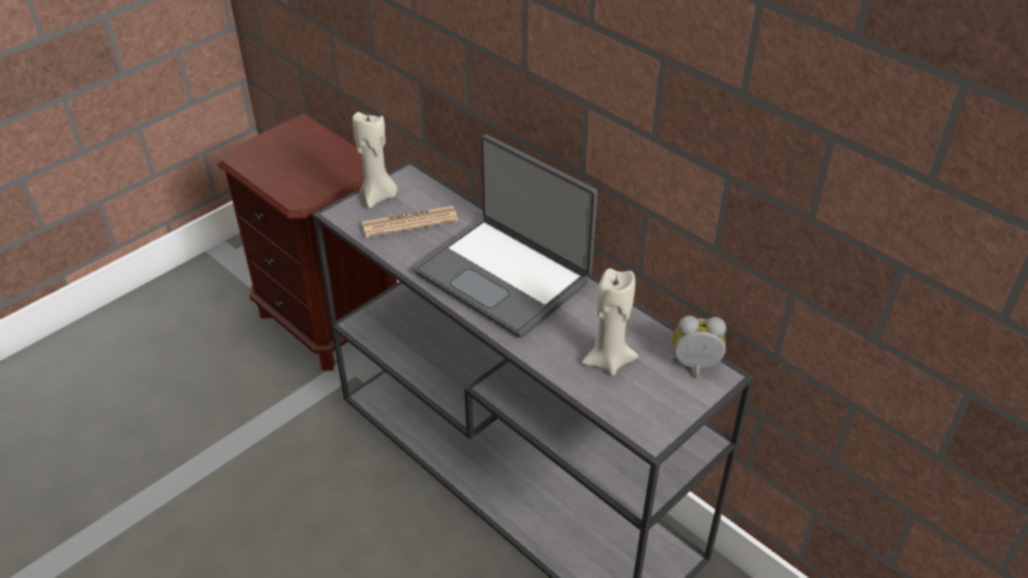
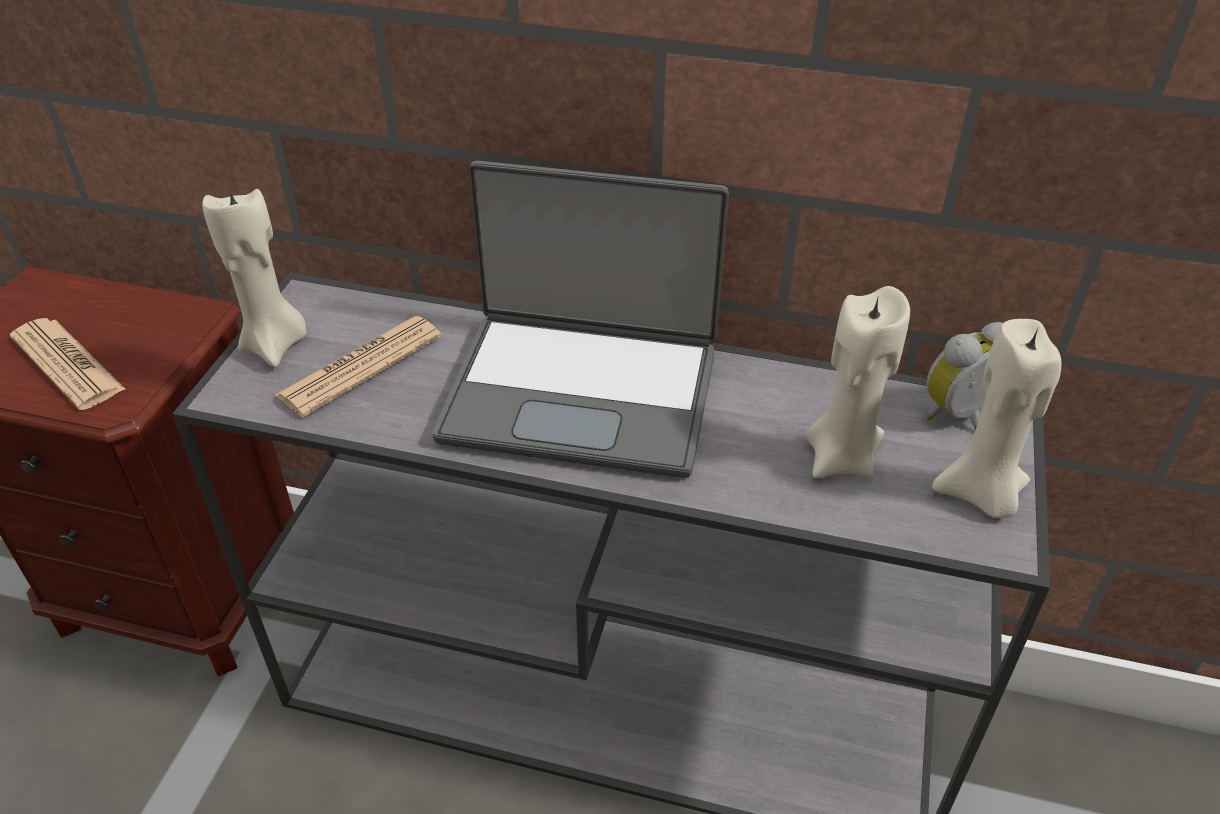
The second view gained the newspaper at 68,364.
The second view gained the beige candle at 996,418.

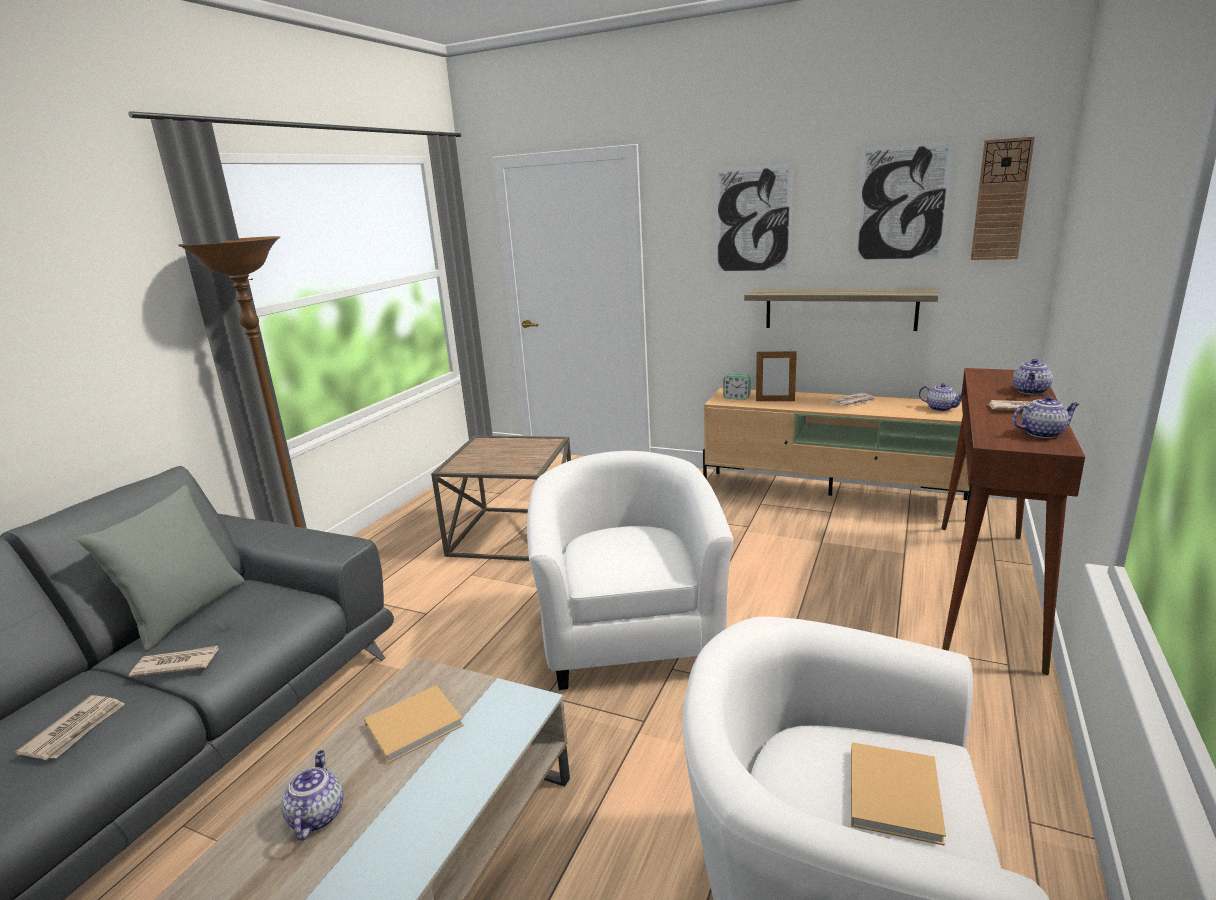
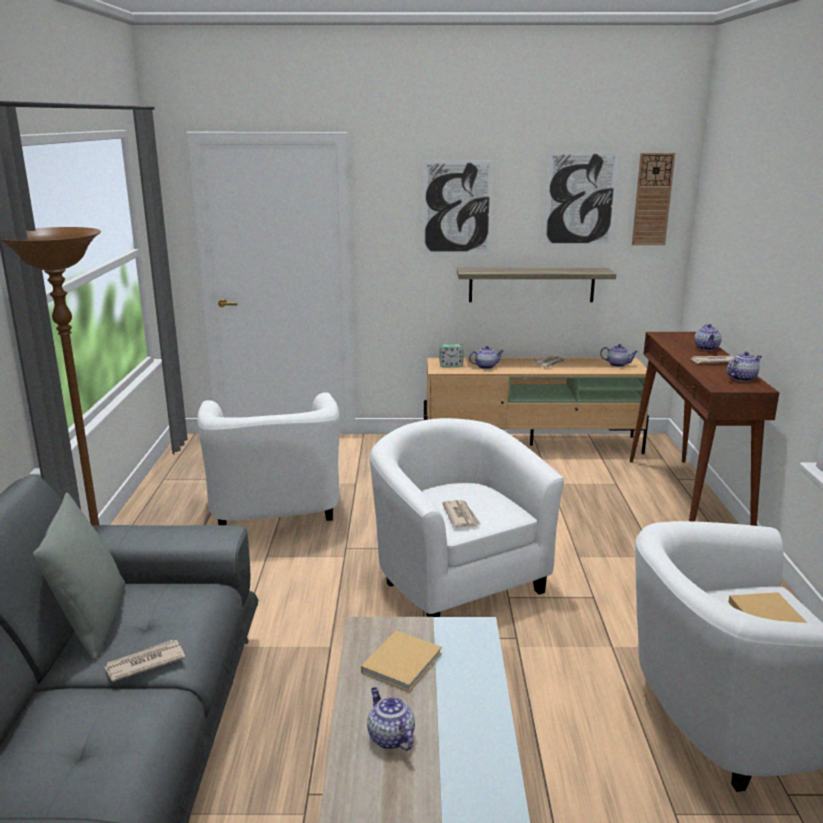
The newspaper ended up elsewhere, having gone from 70,727 to 461,514.
Where the brown side table stood at 501,498, the white armchair came to stand at 268,458.
Where the picture frame stood at 776,375, the teapot came to stand at 486,357.

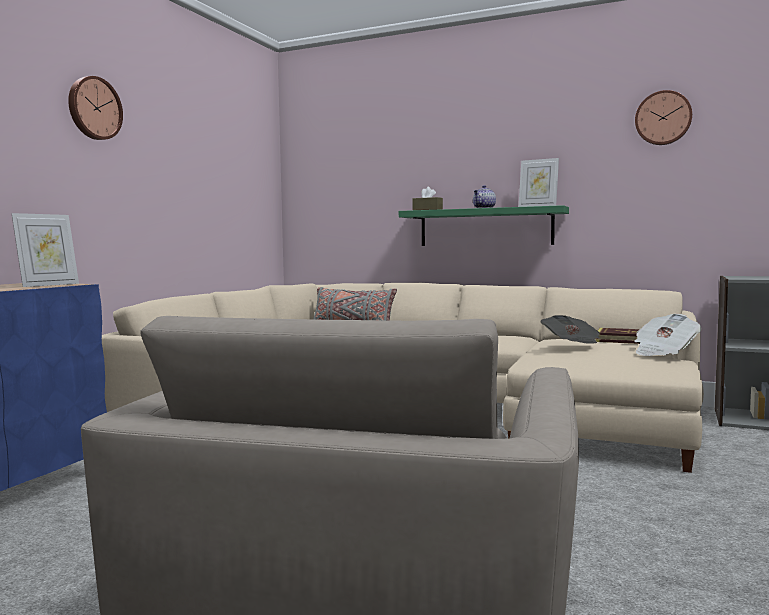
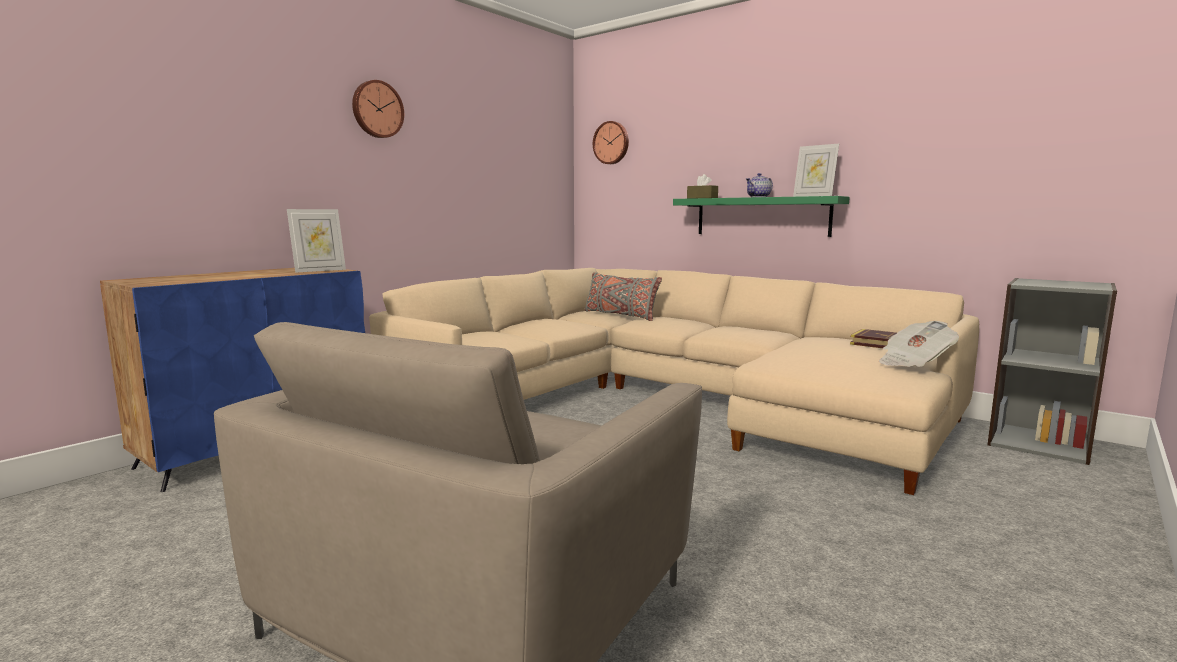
The second view lost the newspaper at 570,329.
The wall clock ended up elsewhere, having gone from 663,117 to 611,142.

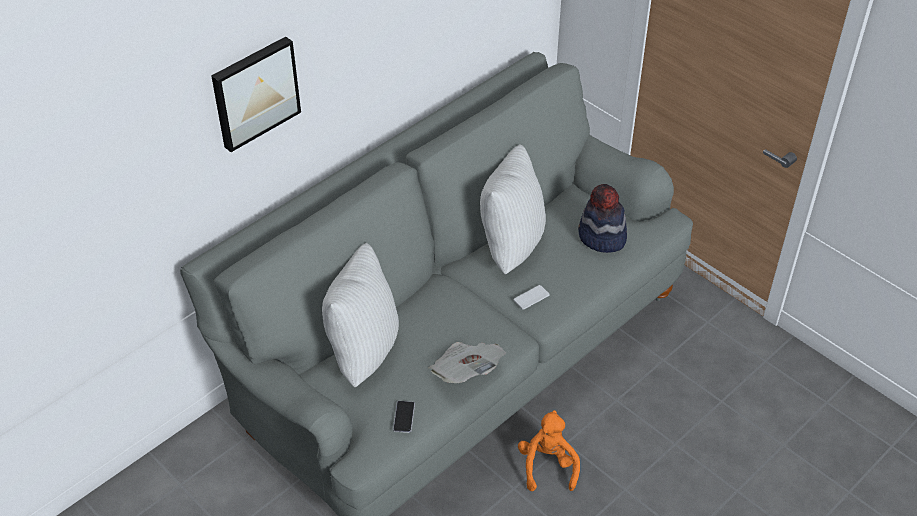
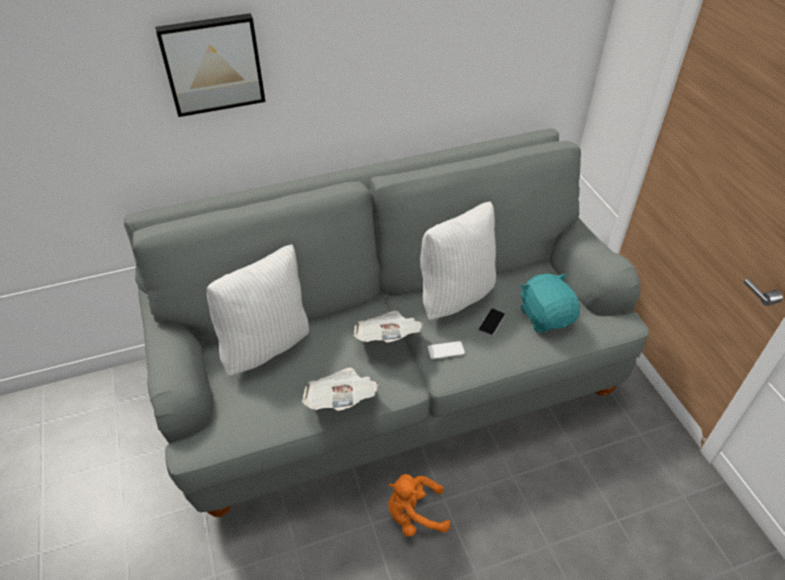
The phone ended up elsewhere, having gone from 404,417 to 491,322.
The orange plush toy at 549,450 ended up facing another way, 120 degrees counterclockwise from before.
Where the hat stood at 602,218, the turquoise plush toy came to stand at 550,303.
The second view gained the newspaper at 388,327.

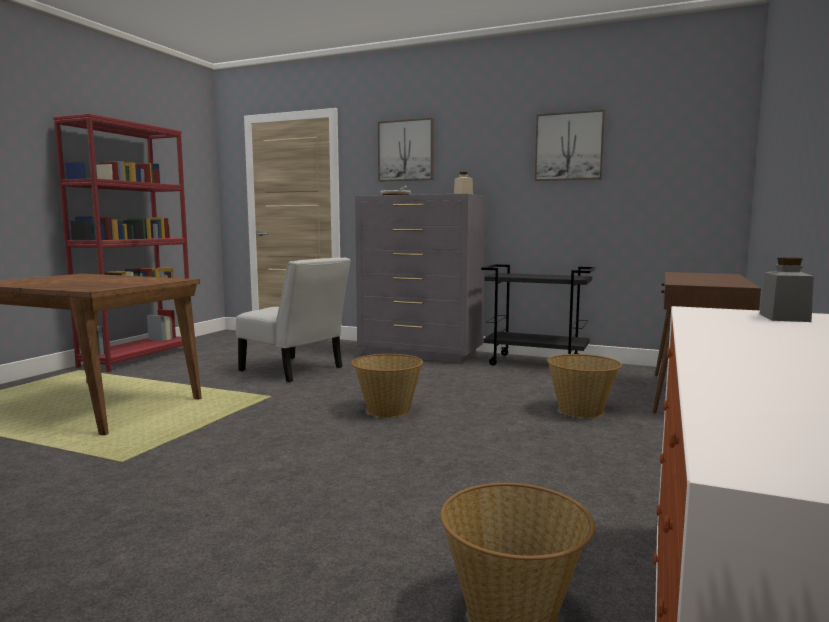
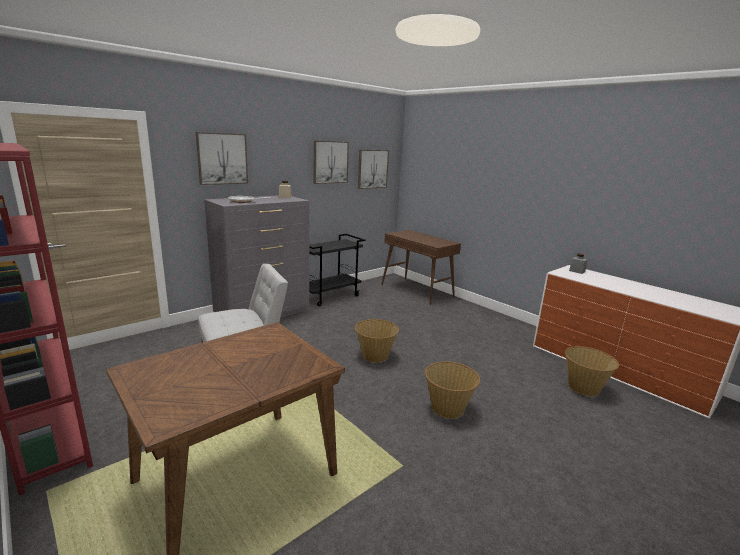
The basket ended up elsewhere, having gone from 584,386 to 452,390.
The second view gained the picture at 373,169.

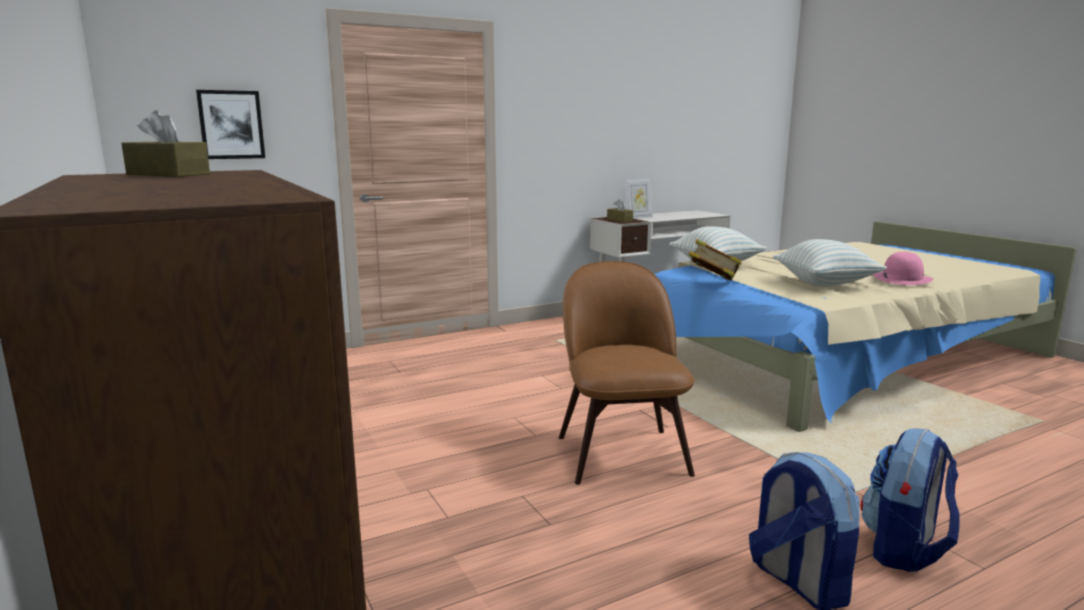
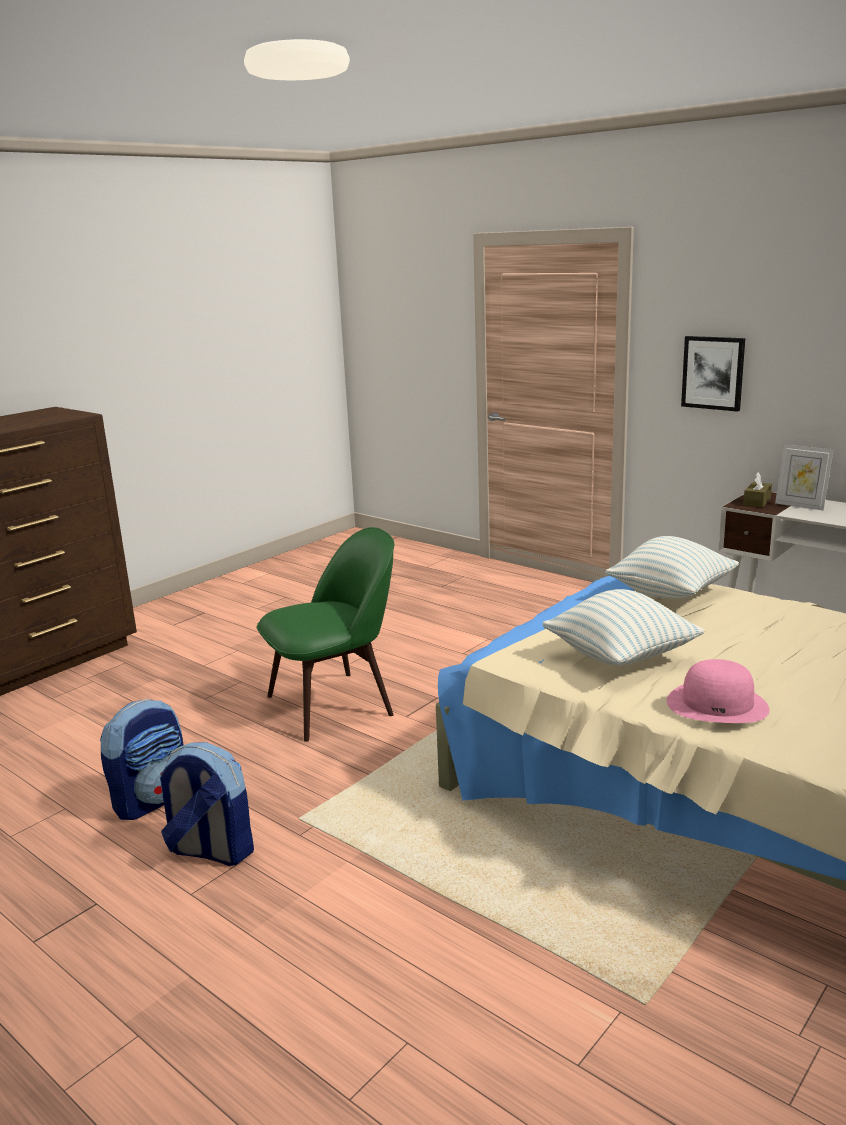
The second view lost the brown tissue box at 165,143.
The picture ended up elsewhere, having gone from 230,124 to 713,374.
What was the brown chair at 627,373 turned into the green chair at 325,634.
The second view lost the book at 715,260.

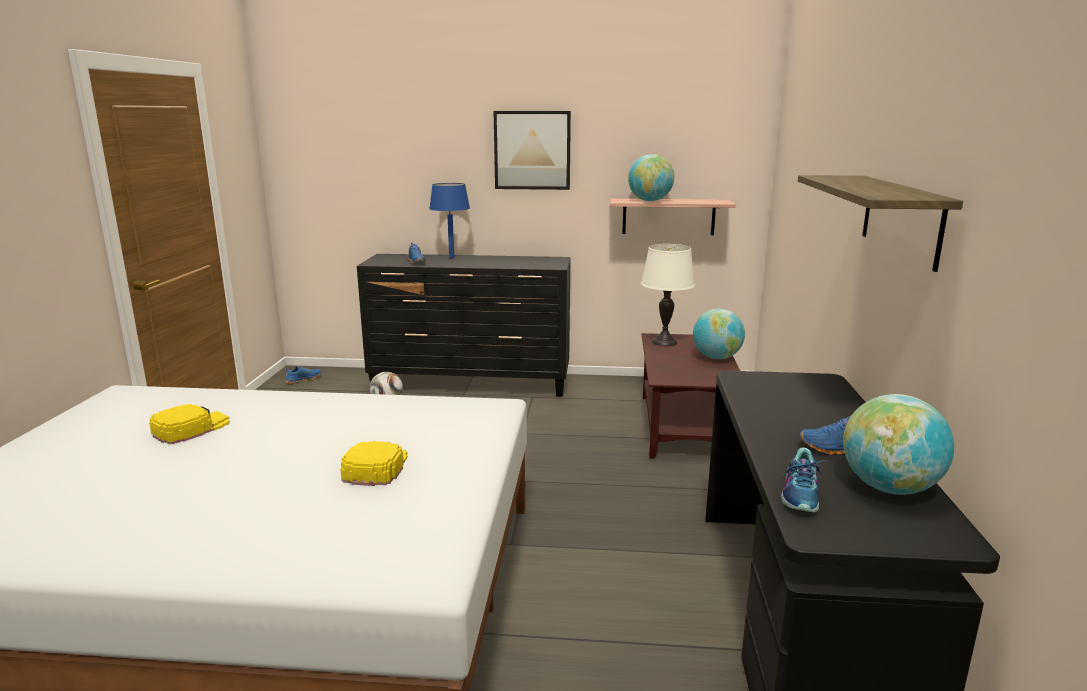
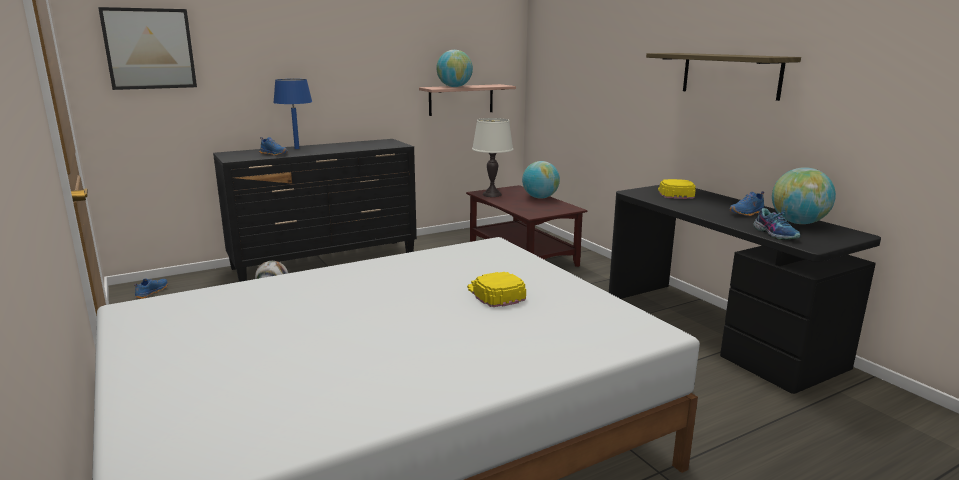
The yellow cap ended up elsewhere, having gone from 189,424 to 677,189.
The picture ended up elsewhere, having gone from 532,150 to 147,48.

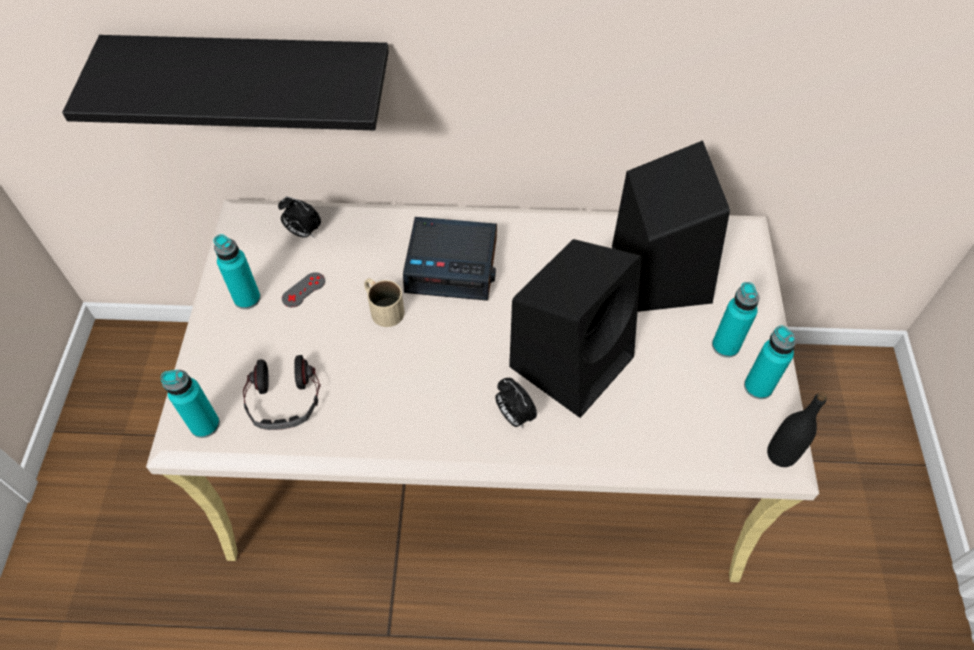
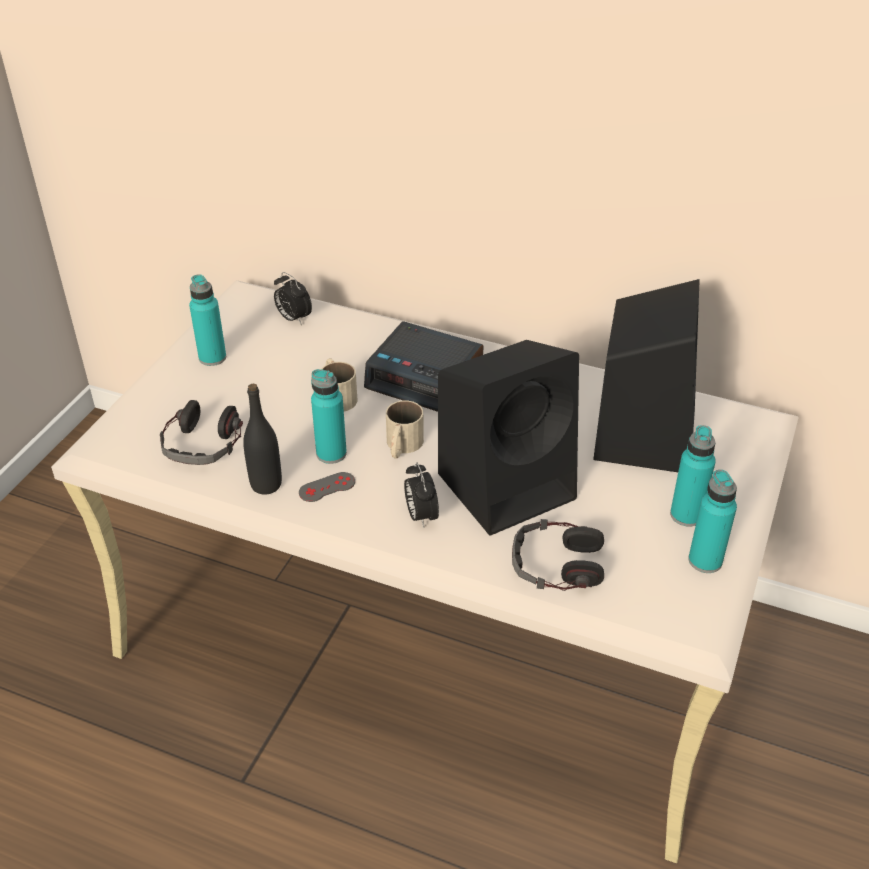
The second view lost the black shelf at 225,82.
The turquoise bottle ended up elsewhere, having gone from 190,404 to 329,416.
The grey game controller ended up elsewhere, having gone from 303,289 to 327,487.
The black bottle ended up elsewhere, having gone from 797,429 to 262,439.
The second view gained the beige mug at 405,429.
The second view gained the headphones at 558,555.

